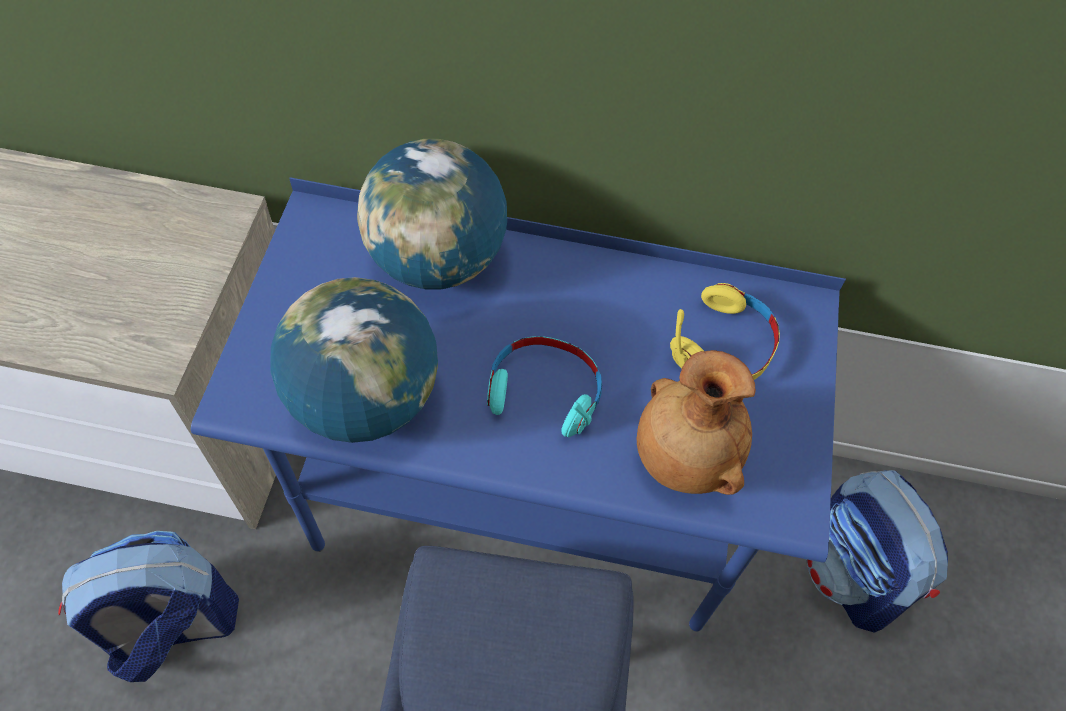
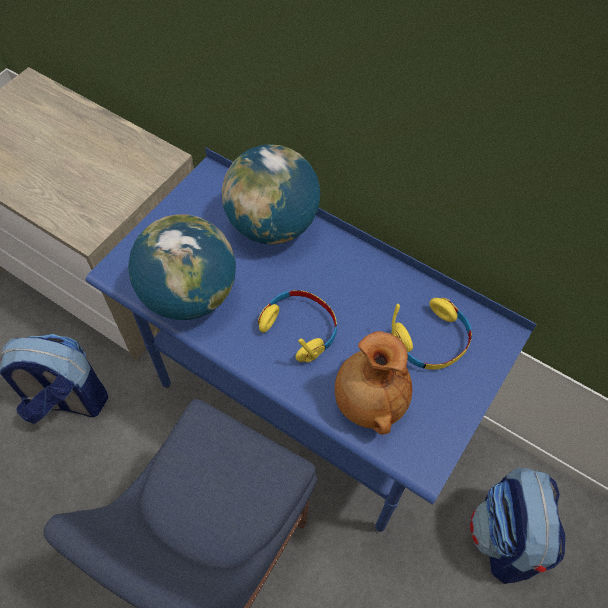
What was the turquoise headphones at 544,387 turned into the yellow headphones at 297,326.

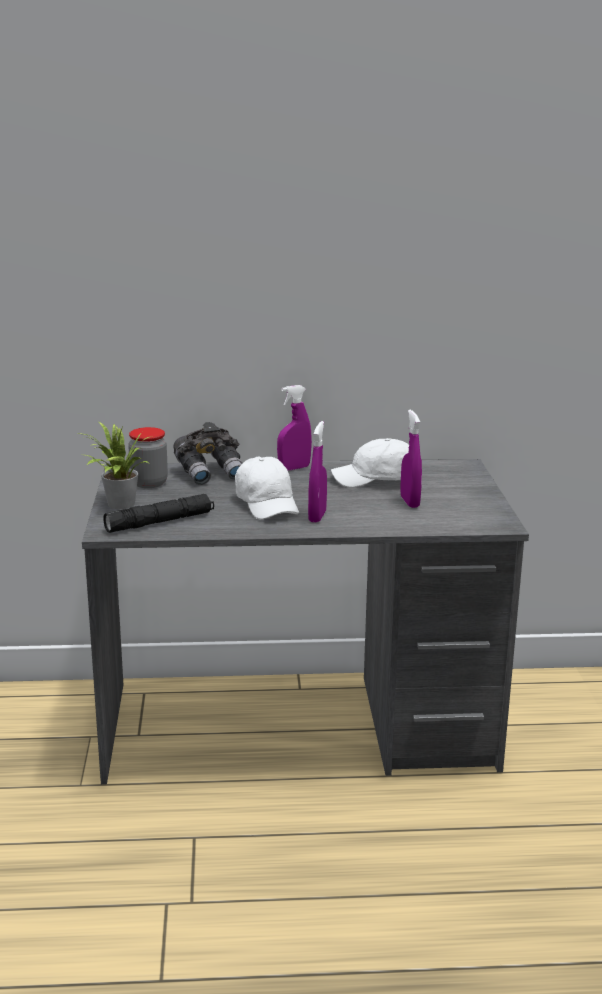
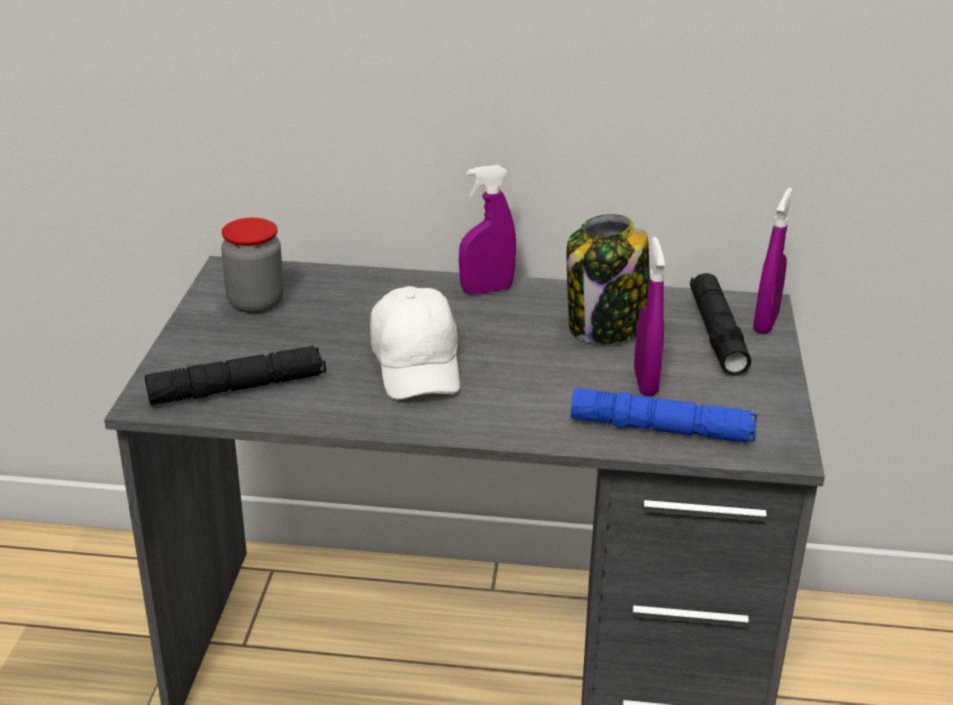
The second view lost the potted plant at 116,465.
The second view lost the grey binoculars at 208,453.
The purple spray bottle ended up elsewhere, having gone from 317,471 to 773,261.
Where the white cap stood at 370,463, the jar came to stand at 608,279.
The second view gained the blue flashlight at 664,415.
The second view gained the black flashlight at 720,324.

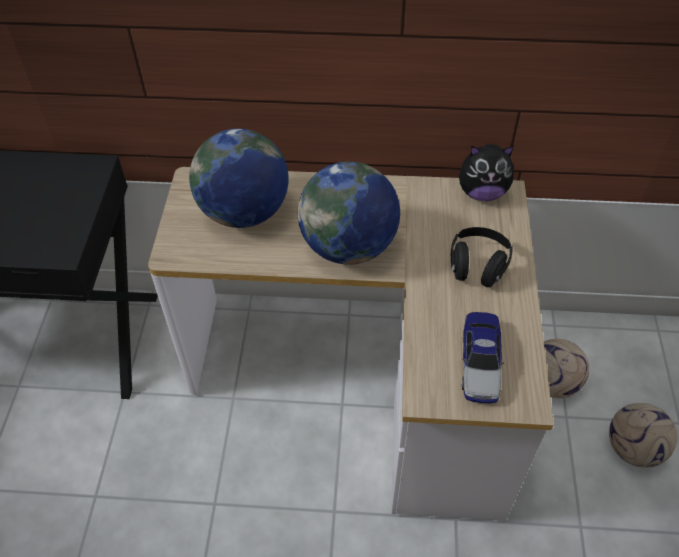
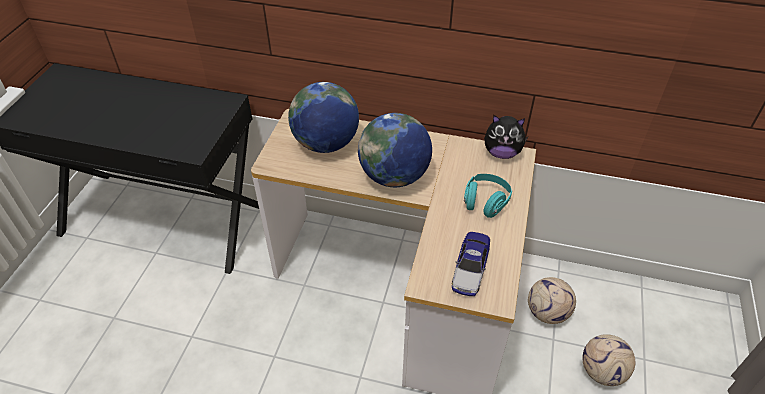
What was the black headphones at 482,257 turned into the turquoise headphones at 488,196.

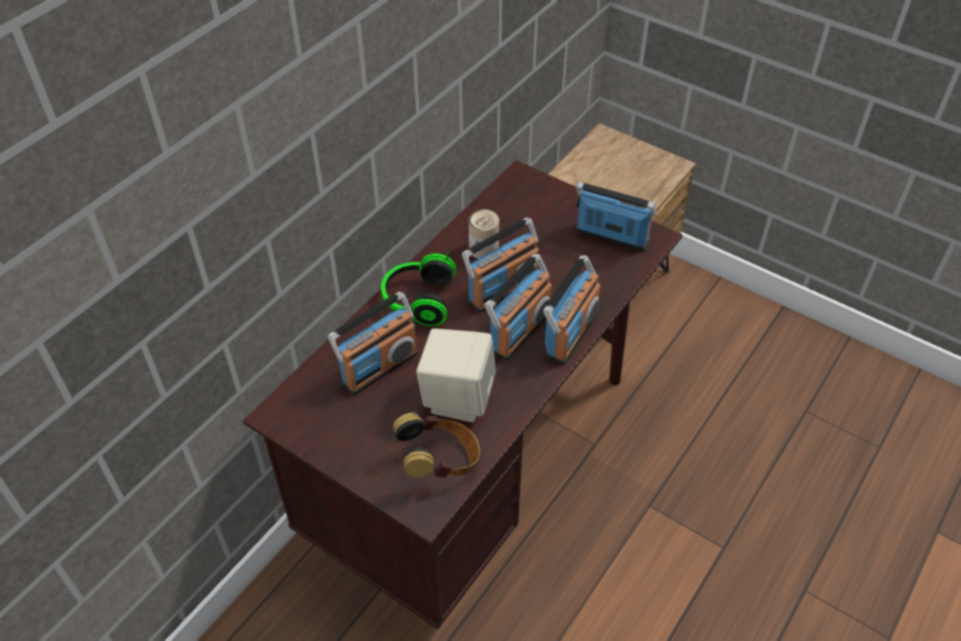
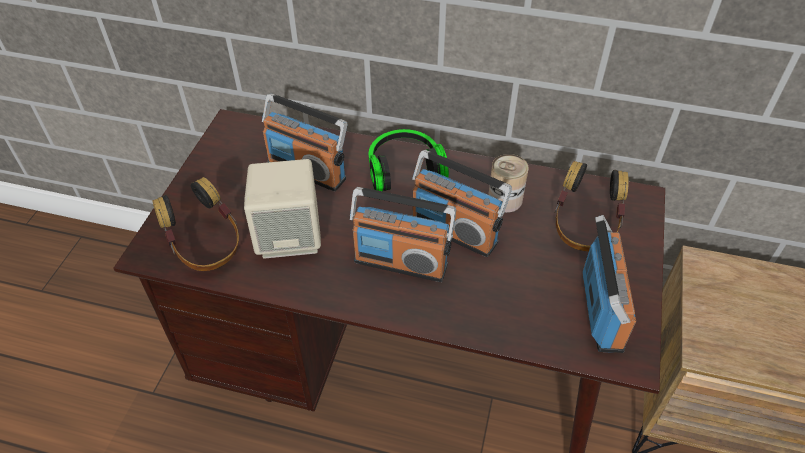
The second view lost the radio at 572,310.
The second view gained the headphones at 592,206.

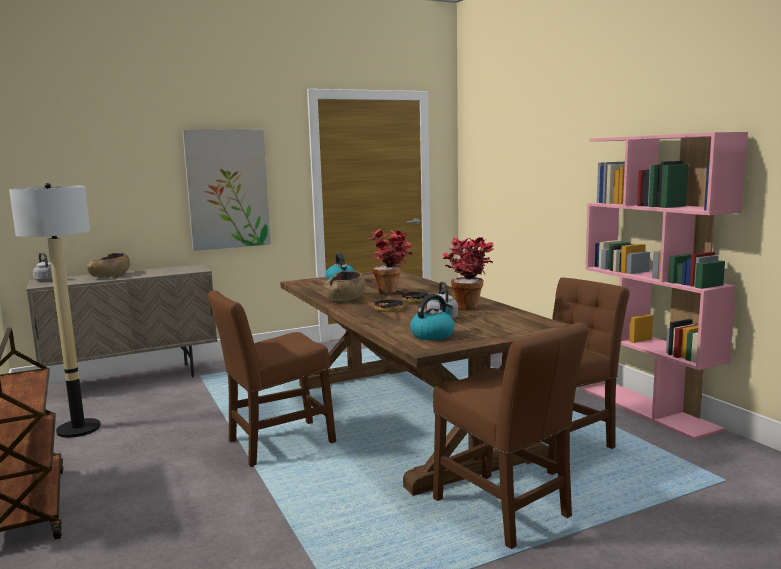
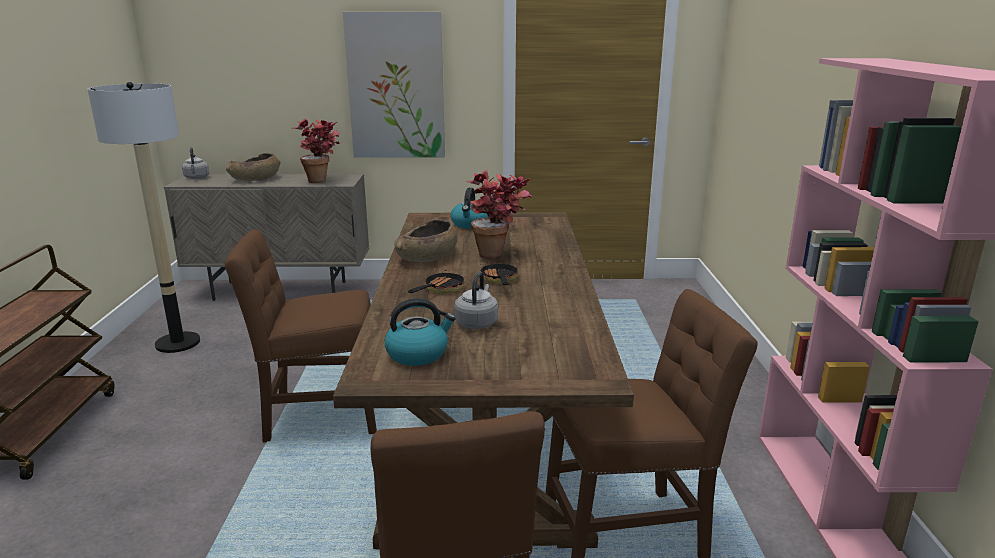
The potted plant ended up elsewhere, having gone from 468,274 to 316,150.

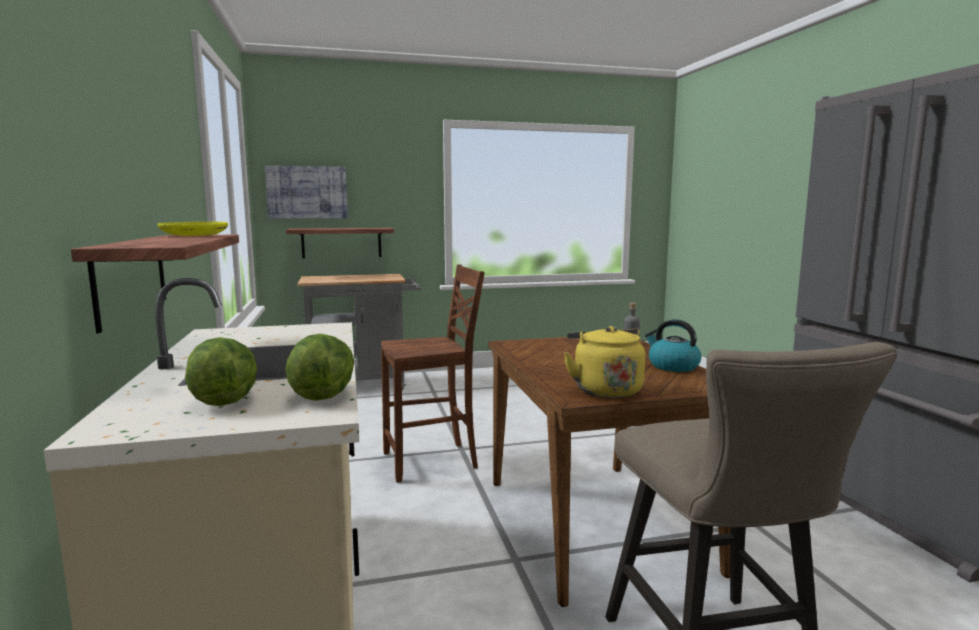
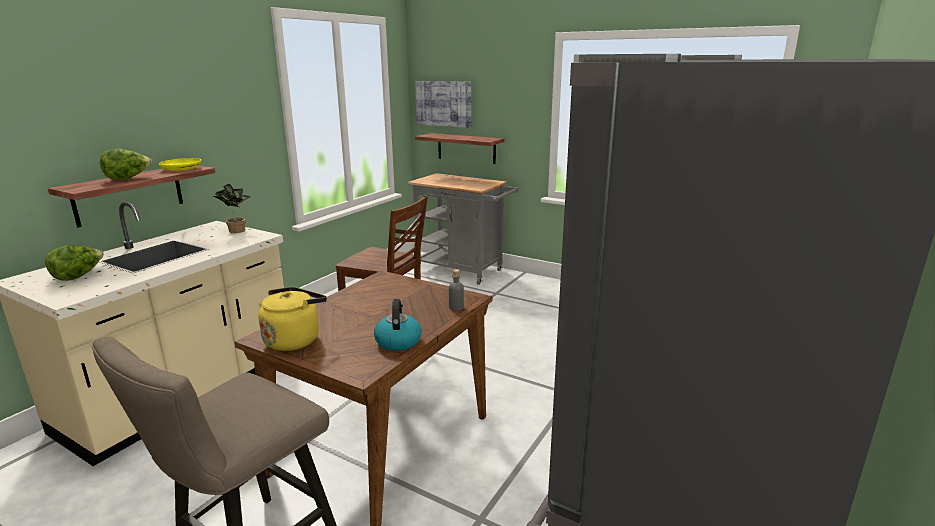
The lettuce ended up elsewhere, having gone from 319,367 to 126,164.
The second view gained the potted plant at 232,208.

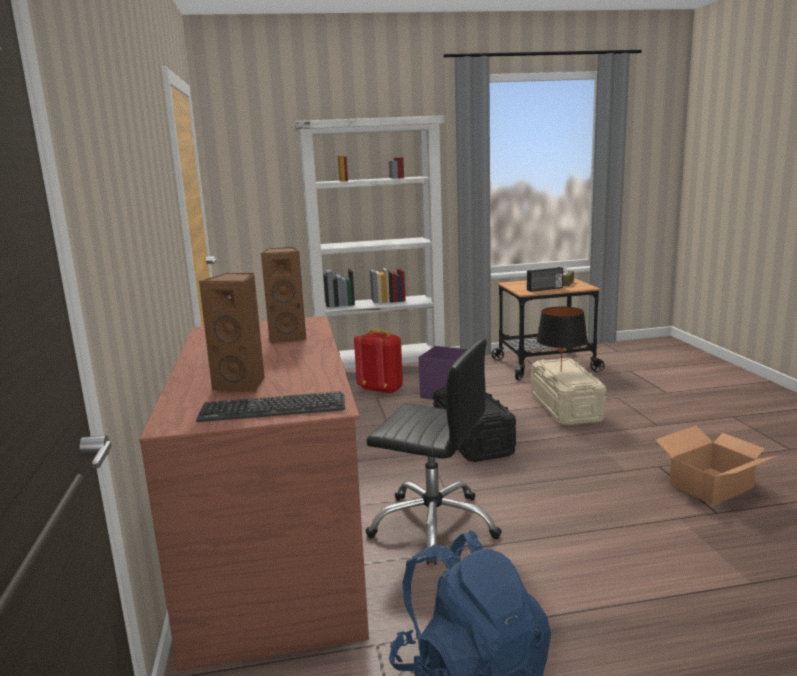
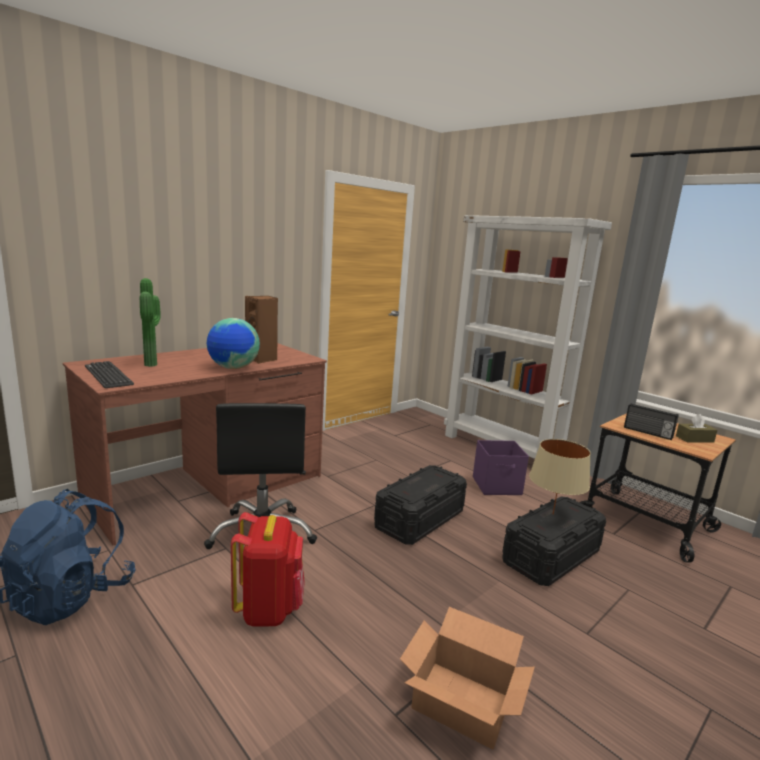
Where the brown speaker stood at 232,333, the potted plant came to stand at 150,322.
The red backpack ended up elsewhere, having gone from 378,362 to 268,569.
What was the beige storage box at 569,392 turned into the black storage box at 554,541.
What was the black table lamp at 562,339 turned into the beige table lamp at 560,477.
The second view gained the globe at 233,343.

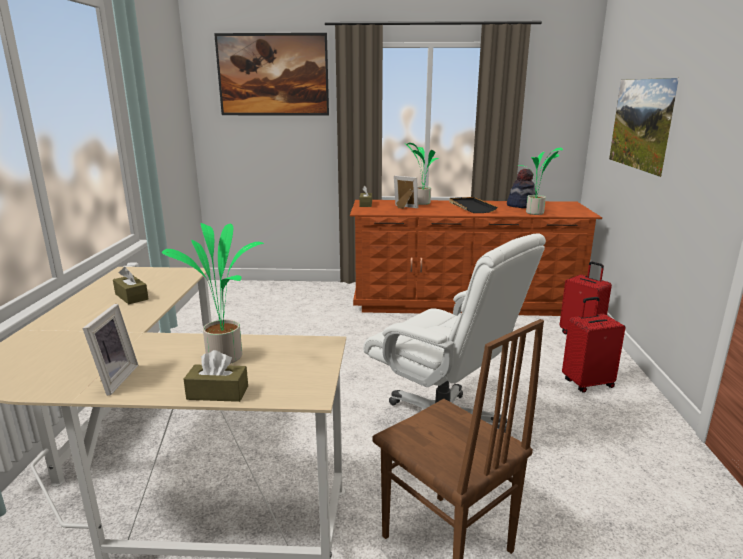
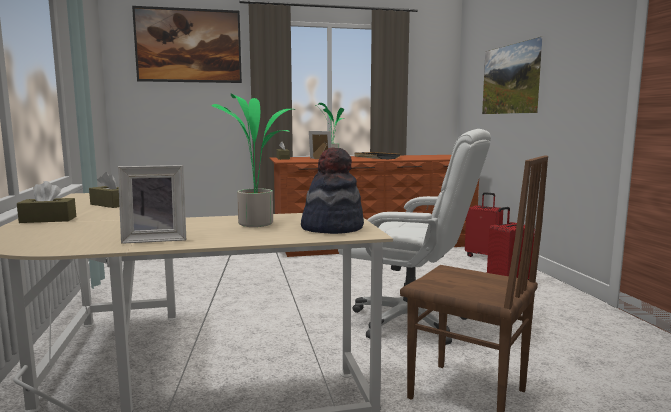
The picture frame at 110,350 ended up facing another way, 90 degrees clockwise from before.
The brown tissue box ended up elsewhere, having gone from 215,376 to 46,202.
The hat ended up elsewhere, having gone from 521,188 to 332,190.
The second view lost the potted plant at 540,181.

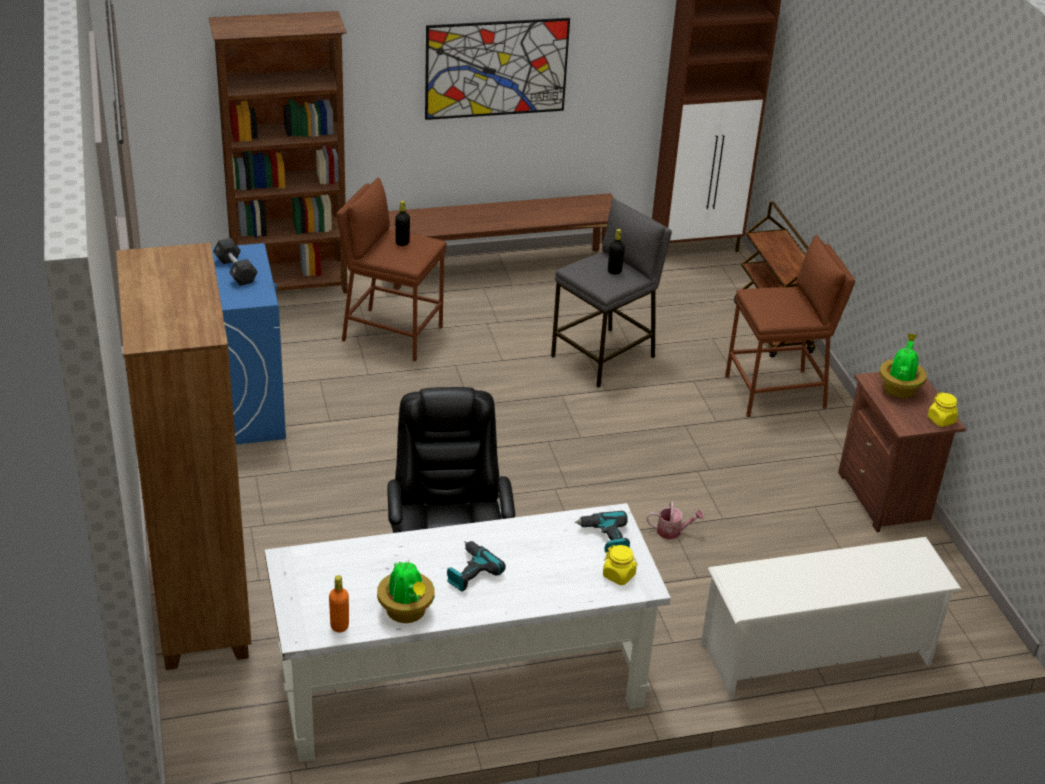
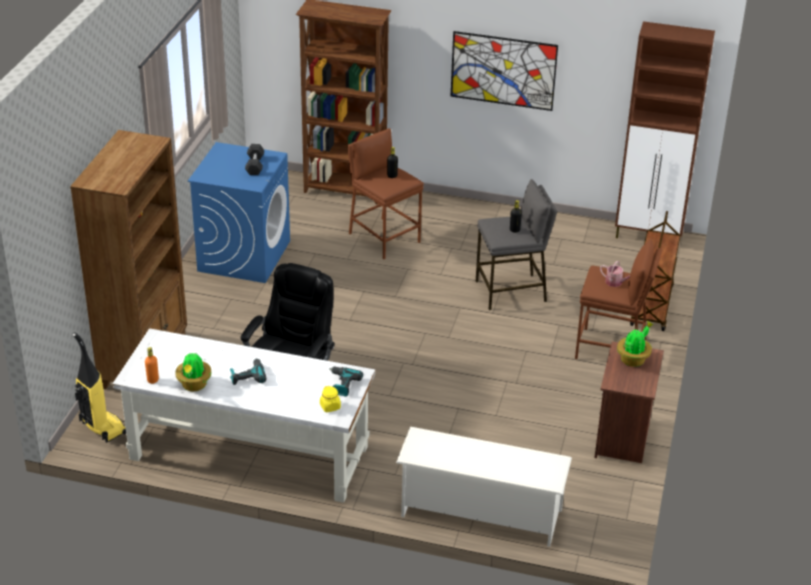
The second view lost the brown bench at 500,241.
The watering can ended up elsewhere, having gone from 675,520 to 615,274.
The second view lost the yellow jar at 943,409.
The second view gained the vacuum cleaner at 99,387.

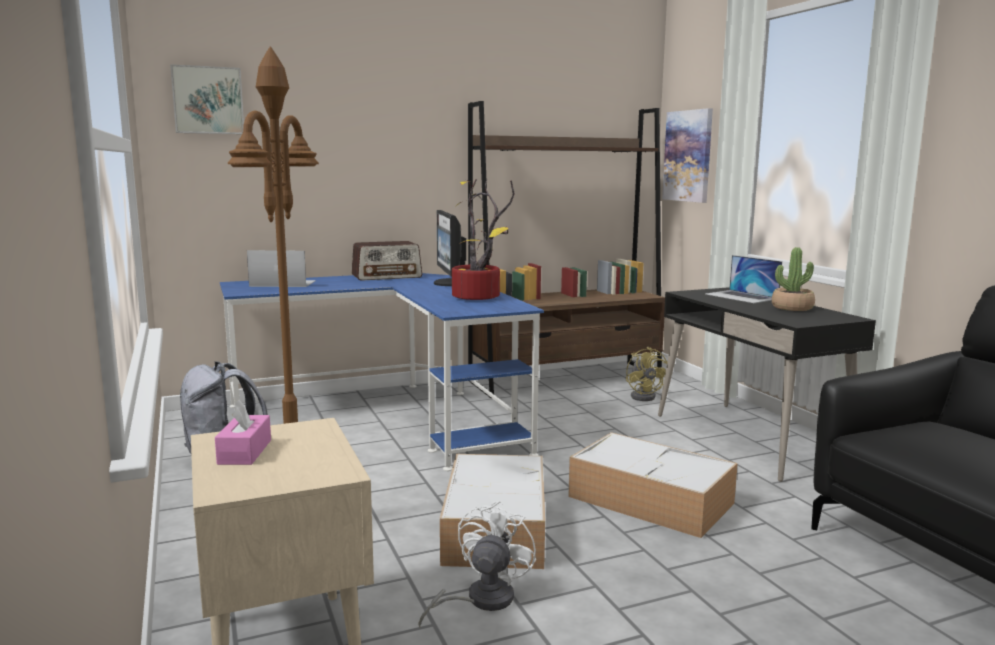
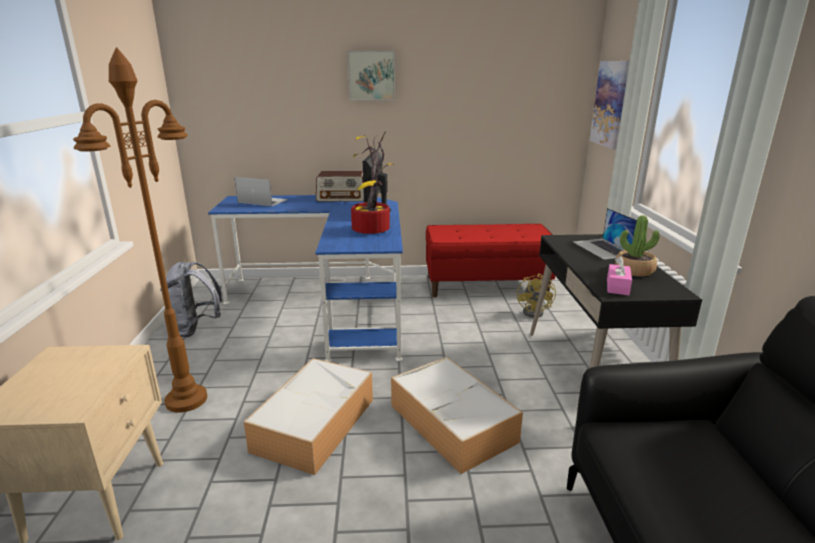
The picture ended up elsewhere, having gone from 207,99 to 371,75.
The pink tissue box ended up elsewhere, having gone from 243,432 to 619,275.
The second view lost the white fan at 477,564.
Where the brown bookcase stood at 566,249, the red bench came to stand at 490,260.

